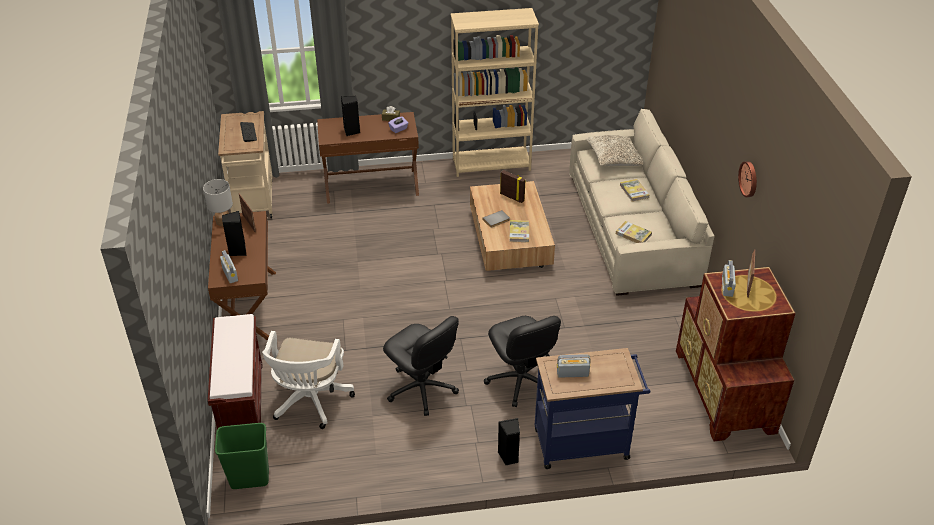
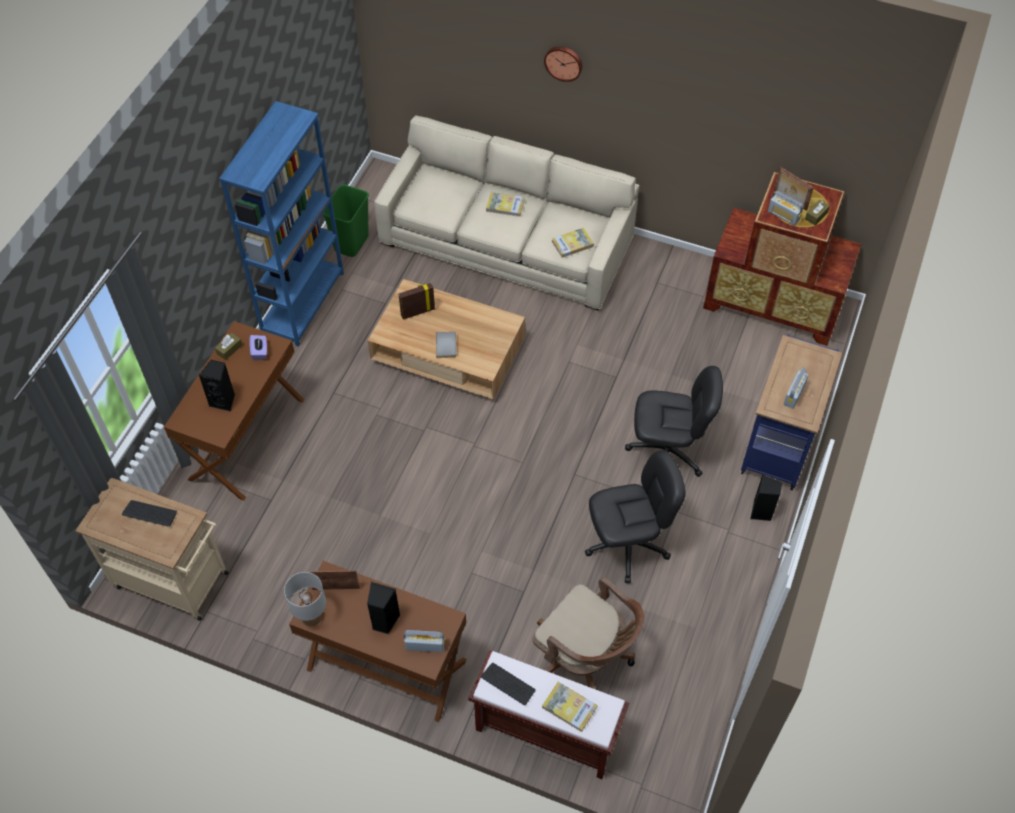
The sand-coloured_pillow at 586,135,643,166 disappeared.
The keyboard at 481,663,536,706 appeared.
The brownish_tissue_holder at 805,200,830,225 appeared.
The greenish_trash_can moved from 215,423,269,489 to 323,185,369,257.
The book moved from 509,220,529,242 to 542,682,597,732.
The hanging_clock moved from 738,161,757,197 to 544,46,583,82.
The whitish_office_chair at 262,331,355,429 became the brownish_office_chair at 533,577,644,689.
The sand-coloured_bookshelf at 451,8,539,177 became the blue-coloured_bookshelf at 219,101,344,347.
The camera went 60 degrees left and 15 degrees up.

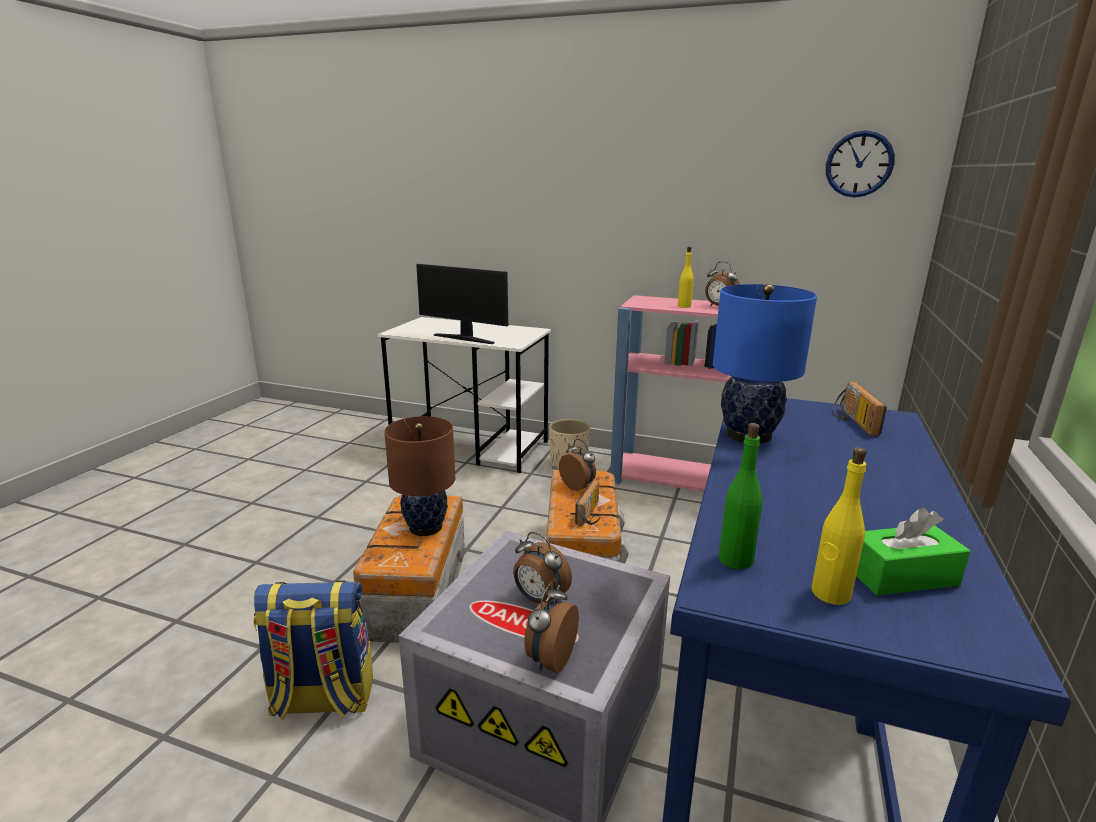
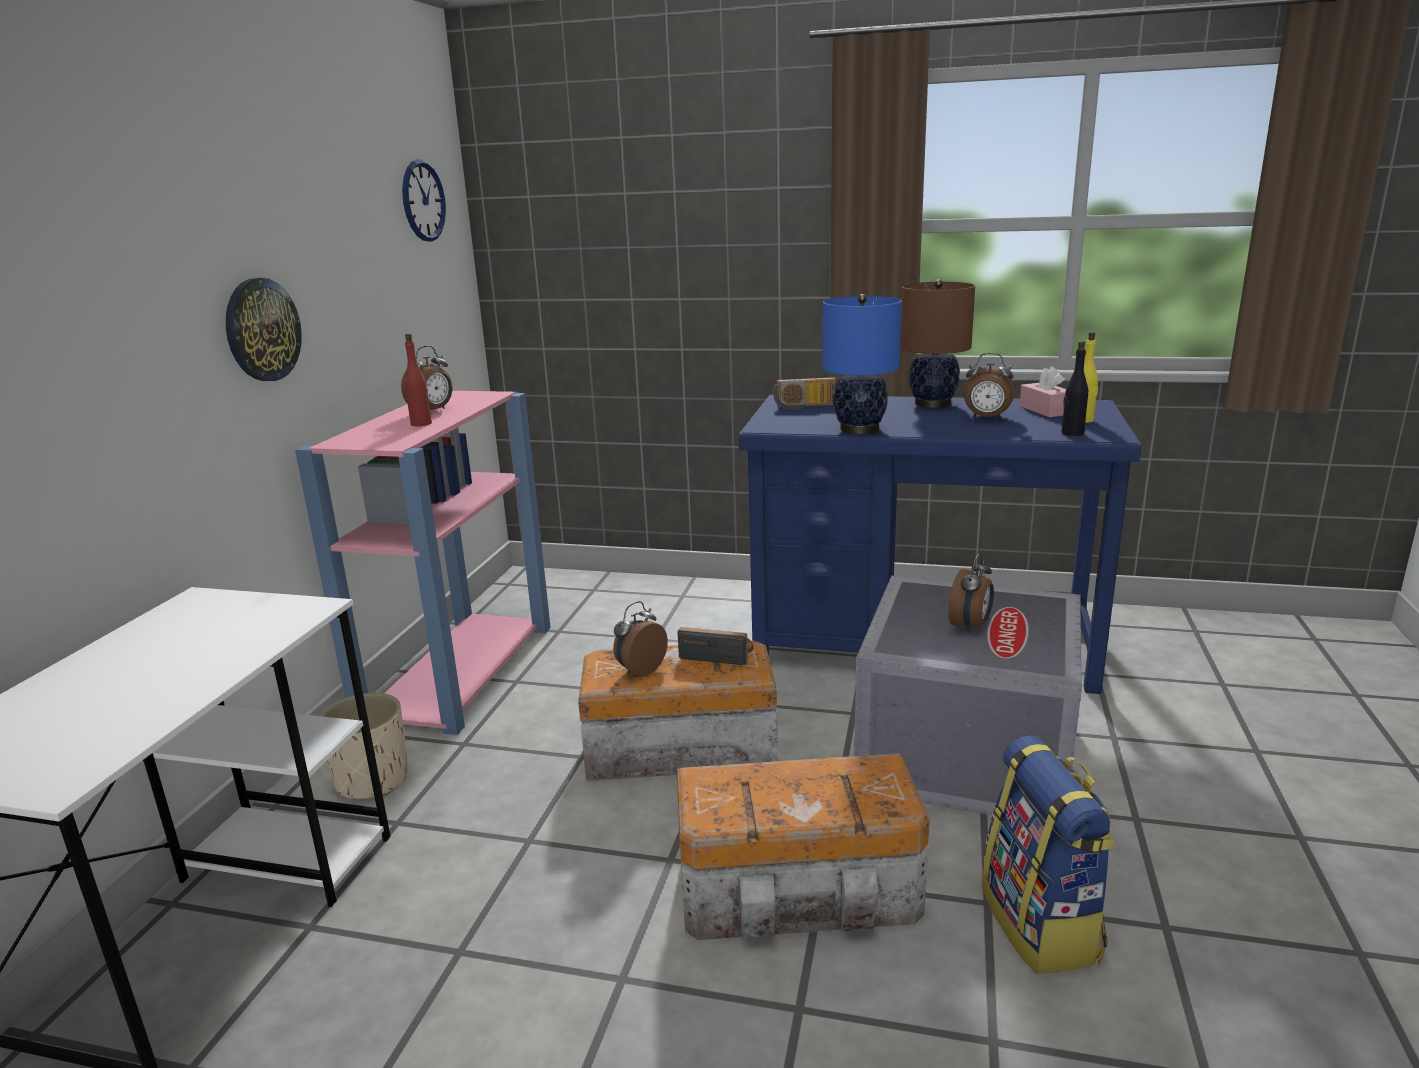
The computer_display at 416,264,508,344 disappeared.
The hanging_clock at 226,278,302,381 appeared.
The brownish_table_lamp moved from 384,416,455,536 to 900,280,975,408.
The alarm_clock moved from 524,581,579,673 to 964,353,1014,419.
The yellowish_beverage_bottle at 678,247,694,308 became the red-coloured_beverage_bottle at 405,334,432,426.
The greenish_beverage_bottle at 719,423,762,569 became the black_beverage_bottle at 1061,341,1088,436.
The greenish_tissue_holder at 856,507,970,596 became the pinkish_tissue_holder at 1020,366,1066,417.
The camera went 95 degrees left and 0 degrees up.

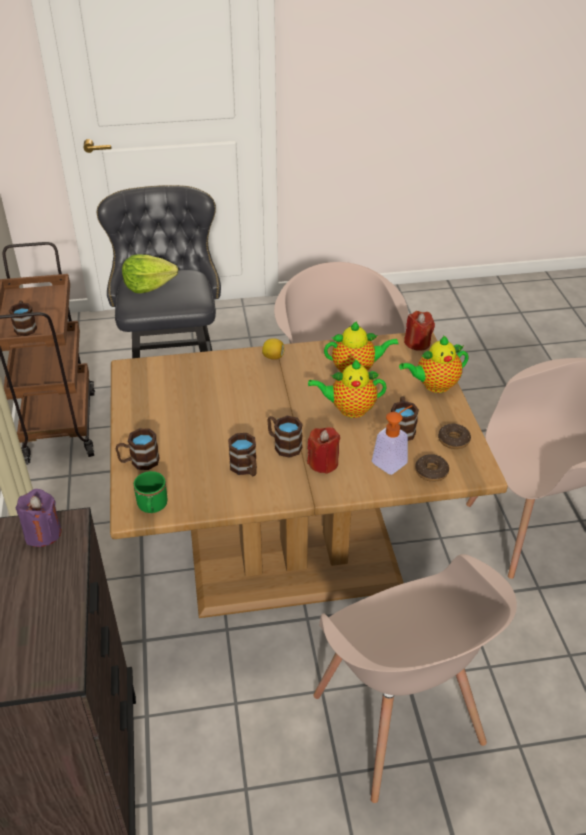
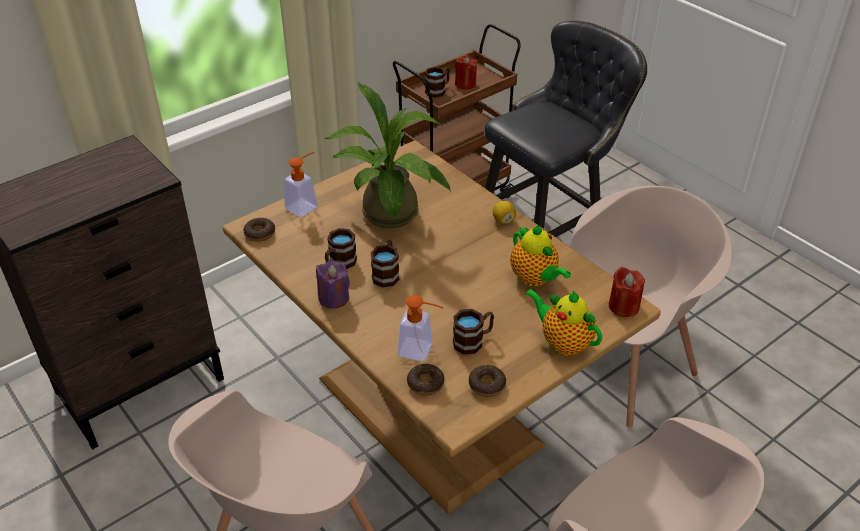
The head_of_lettuce at 122,254,178,293 disappeared.
The tea_pot at 308,359,387,418 disappeared.
The potted_plant at 324,82,451,228 appeared.
The purple_wax_light moved from 15,489,62,547 to 316,260,350,308.
The red-coloured_wax_light moved from 307,427,340,474 to 455,55,478,90.
The brownish_coffee_mug at 116,428,160,470 was replaced by the liquid_soap_bottle at 284,152,318,217.
The greenish_coffee_mug at 134,471,167,513 was replaced by the donut at 243,218,275,242.
The camera went 60 degrees right and 0 degrees up.

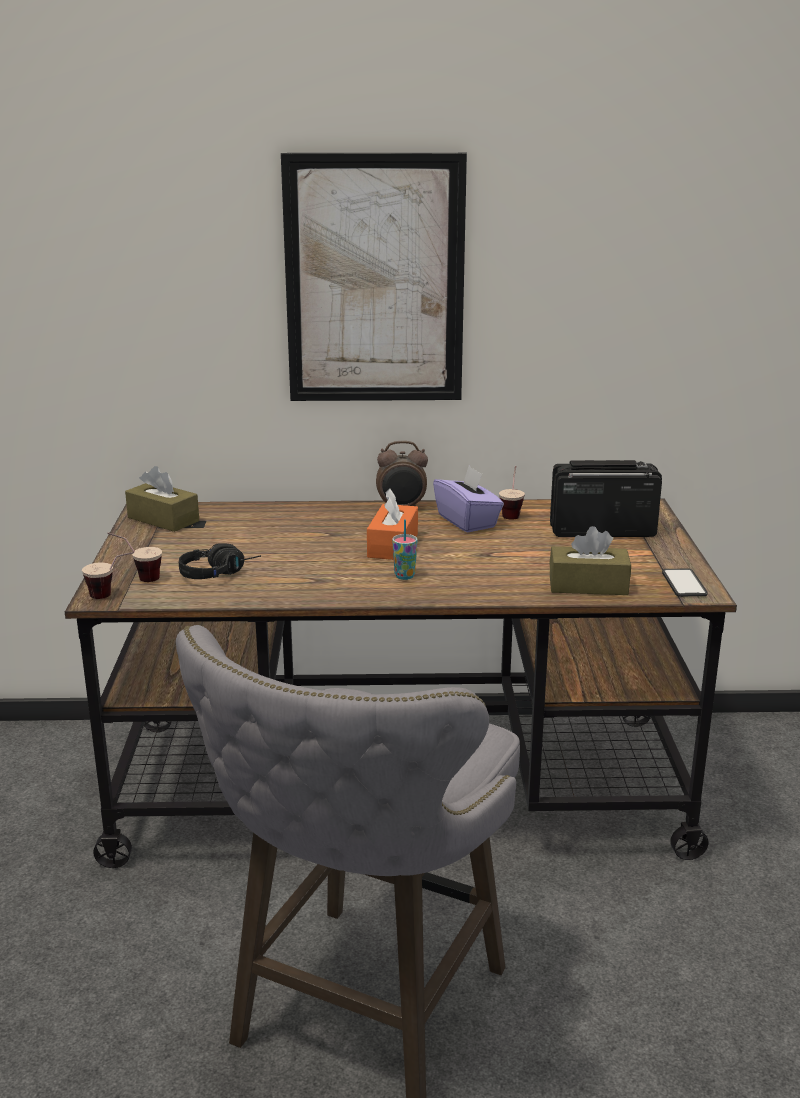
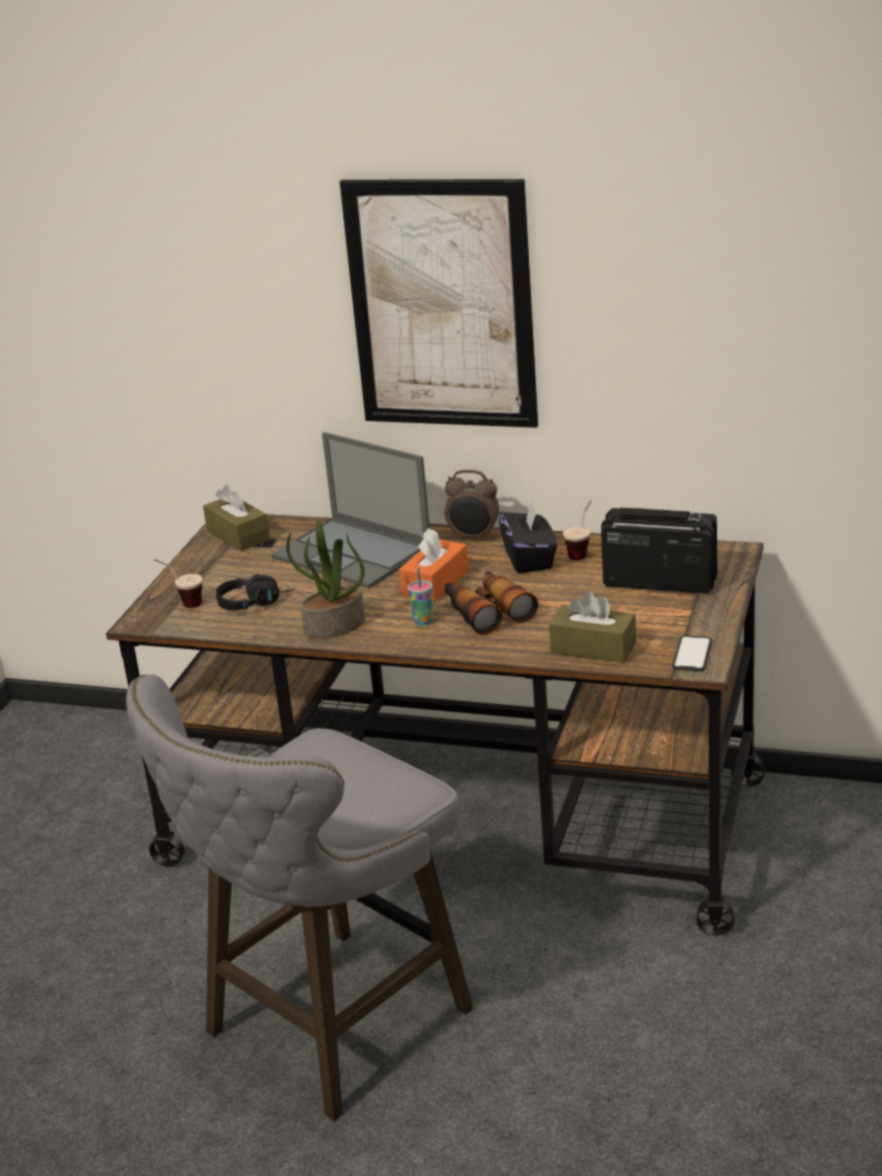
The drinking_cup at 82,552,134,599 disappeared.
The notebook_computer at 271,432,430,588 appeared.
The potted_plant at 286,520,365,639 appeared.
The pair_of_binoculars at 444,571,538,635 appeared.
The purple_tissue_holder at 433,466,504,533 became the black_tissue_holder at 498,501,557,573.
The camera went 20 degrees right and 5 degrees up.

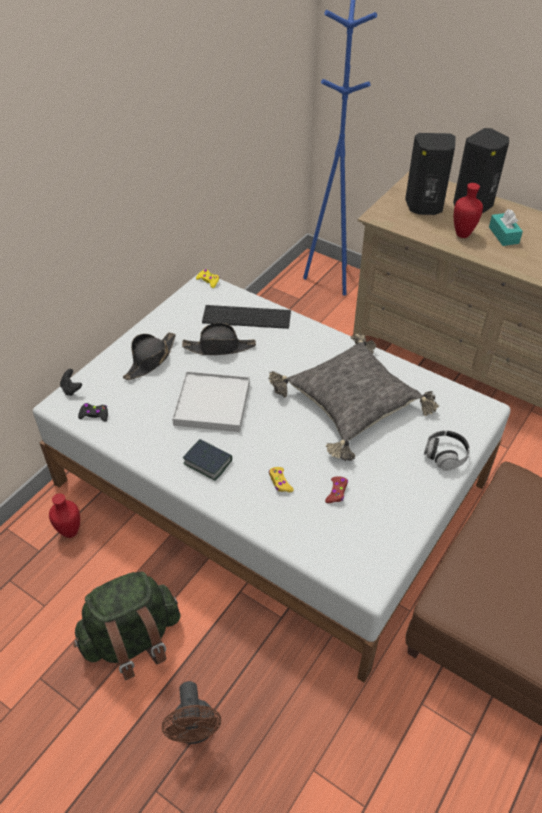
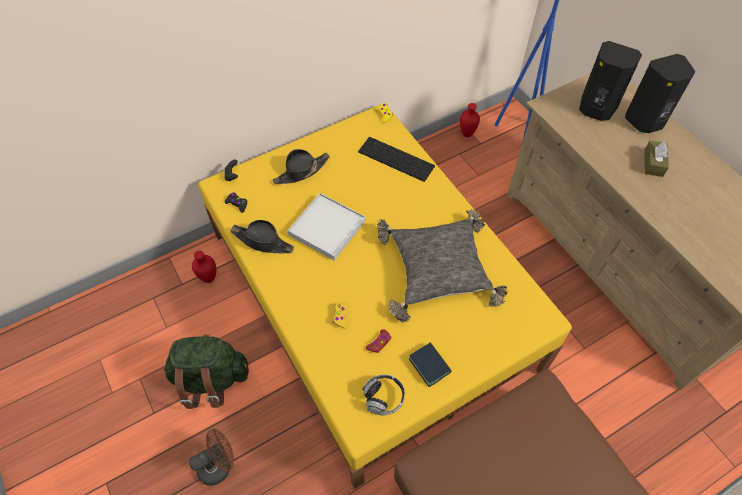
The black_wearable_hat moved from 182,323,256,355 to 230,220,294,253.
The book moved from 183,439,232,481 to 409,342,452,387.
The headset moved from 424,430,470,471 to 362,374,405,416.
The red-coloured_vase moved from 454,183,483,238 to 460,103,480,137.
The whitish_sleeping_bed at 33,273,510,683 became the yellowish_sleeping_bed at 198,103,572,489.
The blue-green_tissue_holder at 489,209,523,246 became the brownish_tissue_holder at 644,141,669,177.
The brownish_fan at 162,681,221,744 turned 135 degrees counterclockwise.
The camera went 25 degrees right and 10 degrees up.

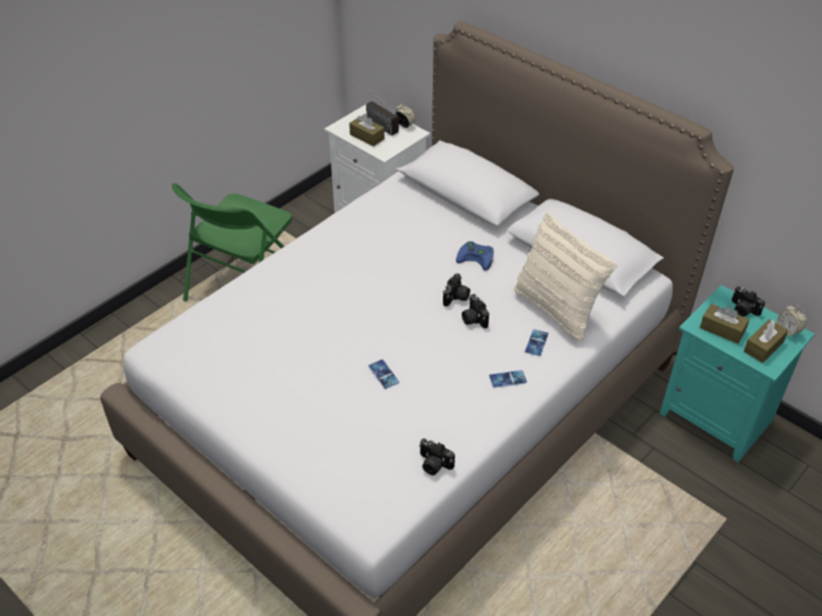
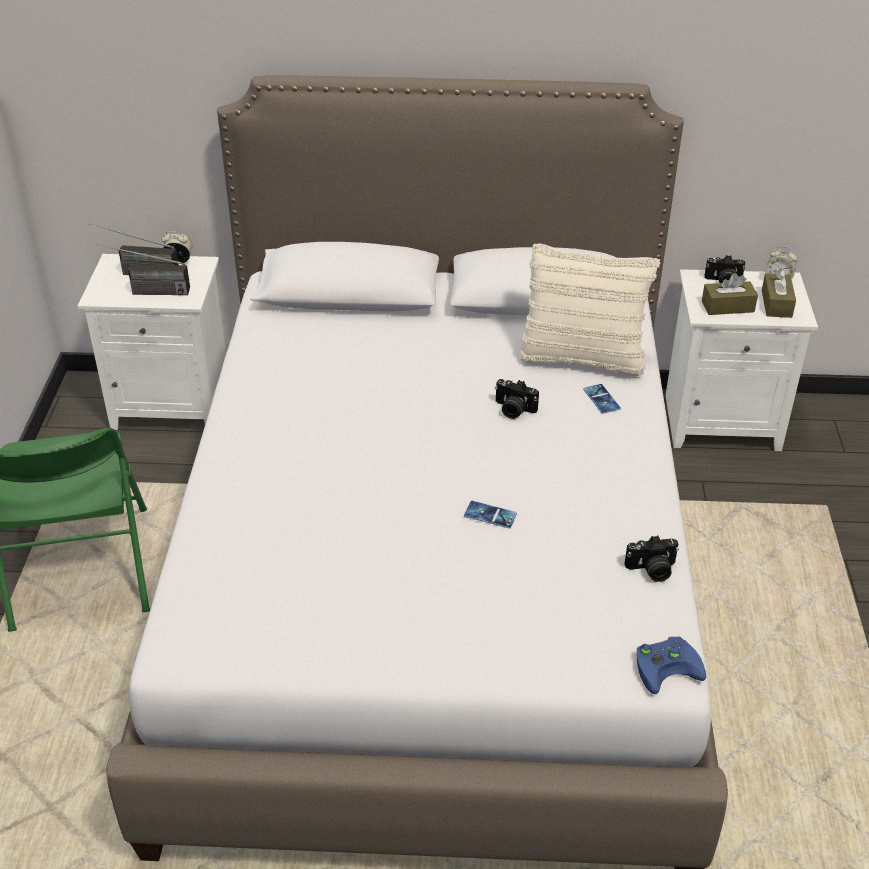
The still_camera at 443,273,470,307 disappeared.
The handset at 489,370,527,388 disappeared.
The blue-coloured_gamepad moved from 456,241,494,271 to 637,637,706,694.
The brownish_tissue_holder at 349,114,385,147 was replaced by the radio at 96,244,190,295.
The blue-green_night_table at 660,285,815,462 became the whitish_night_table at 665,269,818,451.
The camera went 40 degrees left and 5 degrees down.

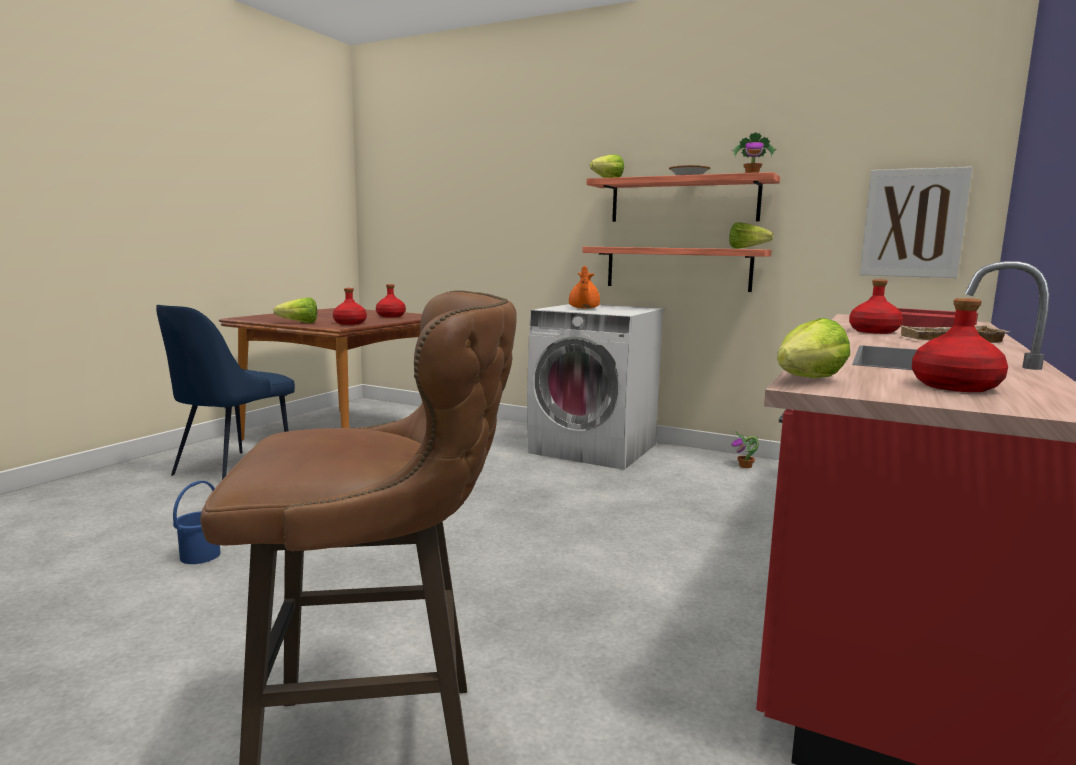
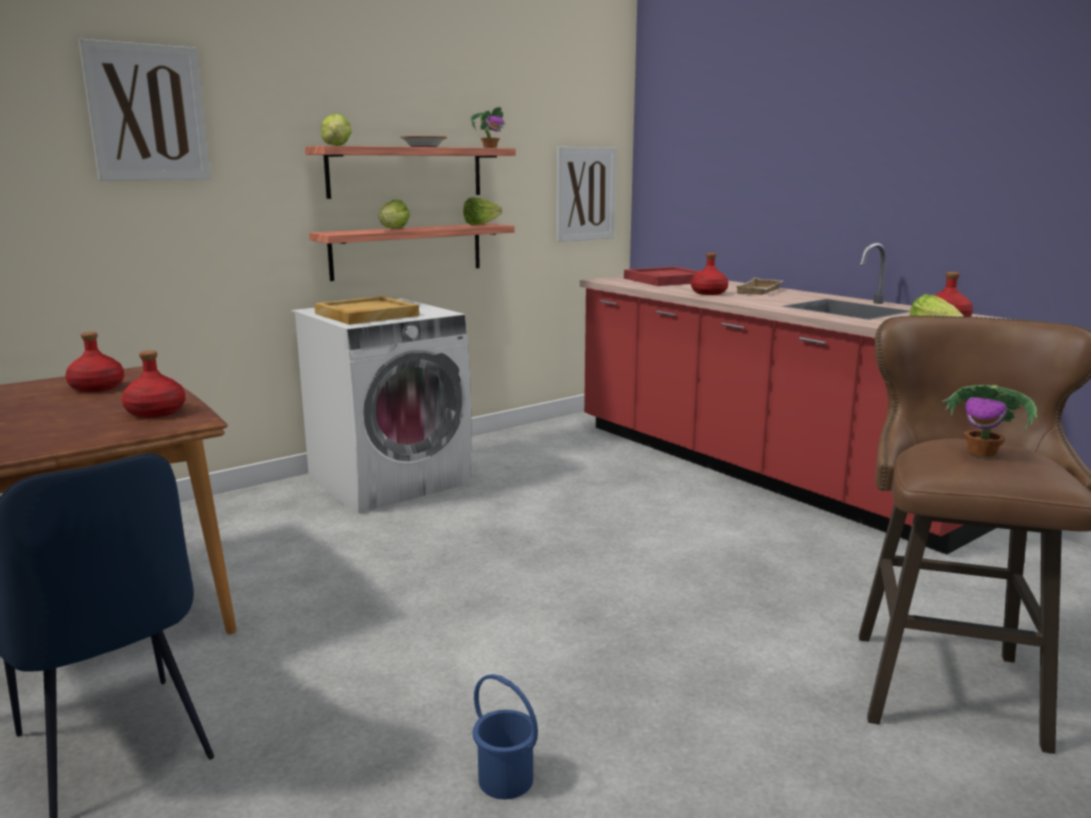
The picture at 78,39,211,181 appeared.
The head_of_lettuce moved from 273,298,317,323 to 379,200,410,229.
The potted_plant moved from 731,432,759,468 to 942,385,1037,457.
The orange-coloured_tea_pot at 569,266,600,309 was replaced by the sand-coloured_serving_tray at 314,296,419,325.
The camera went 65 degrees left and 5 degrees up.

